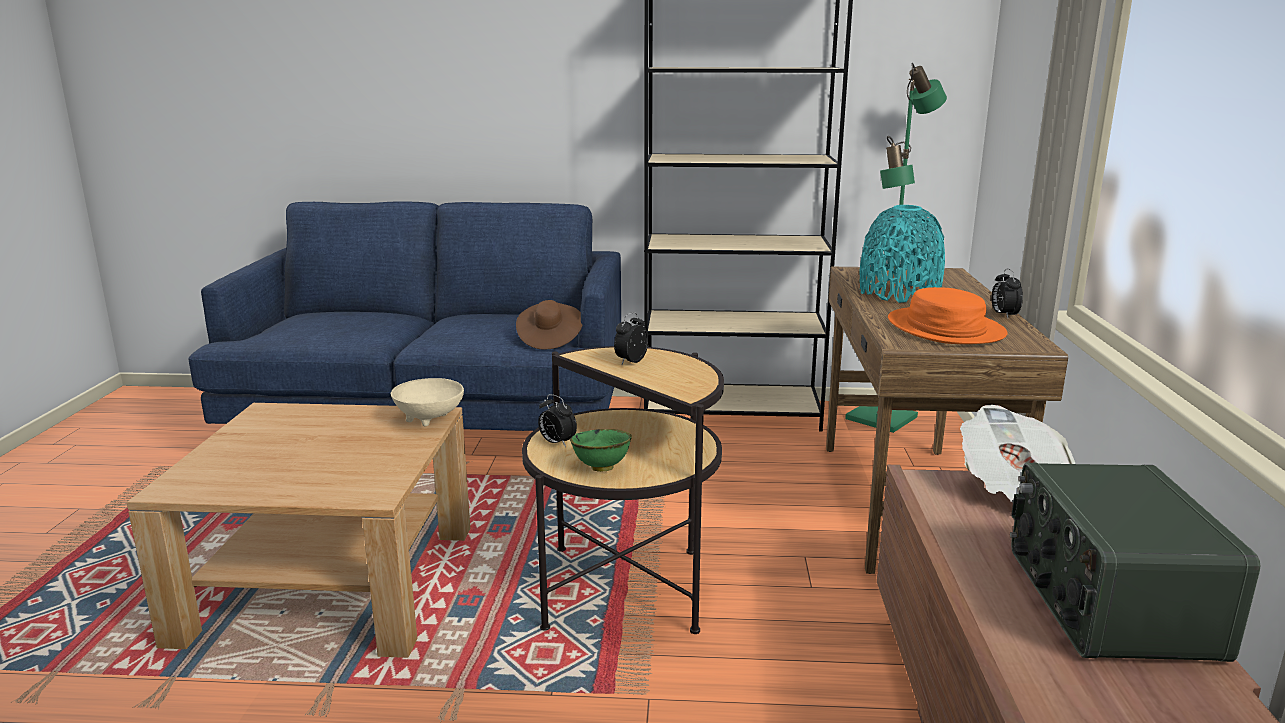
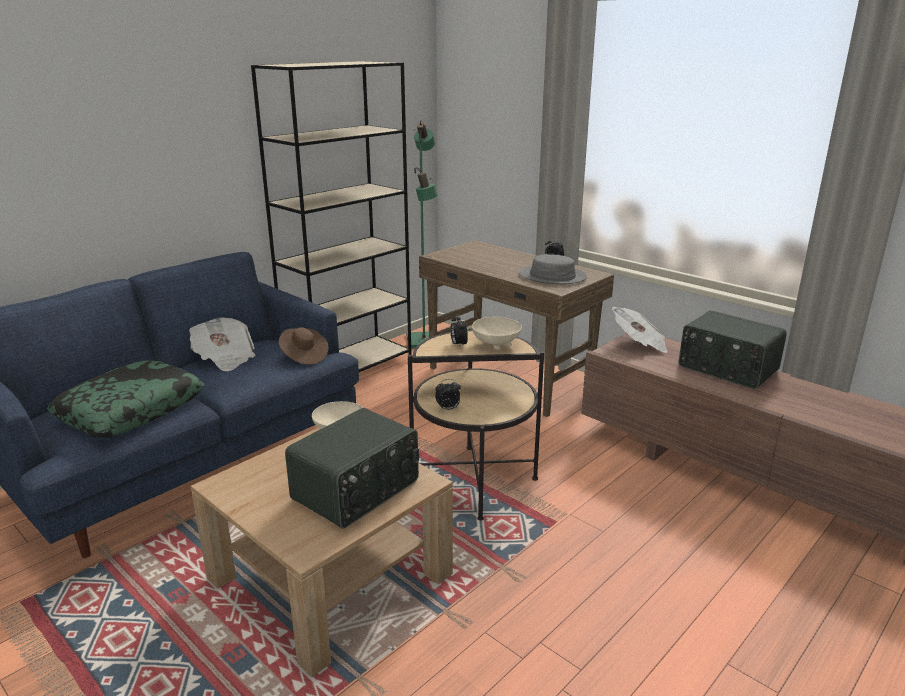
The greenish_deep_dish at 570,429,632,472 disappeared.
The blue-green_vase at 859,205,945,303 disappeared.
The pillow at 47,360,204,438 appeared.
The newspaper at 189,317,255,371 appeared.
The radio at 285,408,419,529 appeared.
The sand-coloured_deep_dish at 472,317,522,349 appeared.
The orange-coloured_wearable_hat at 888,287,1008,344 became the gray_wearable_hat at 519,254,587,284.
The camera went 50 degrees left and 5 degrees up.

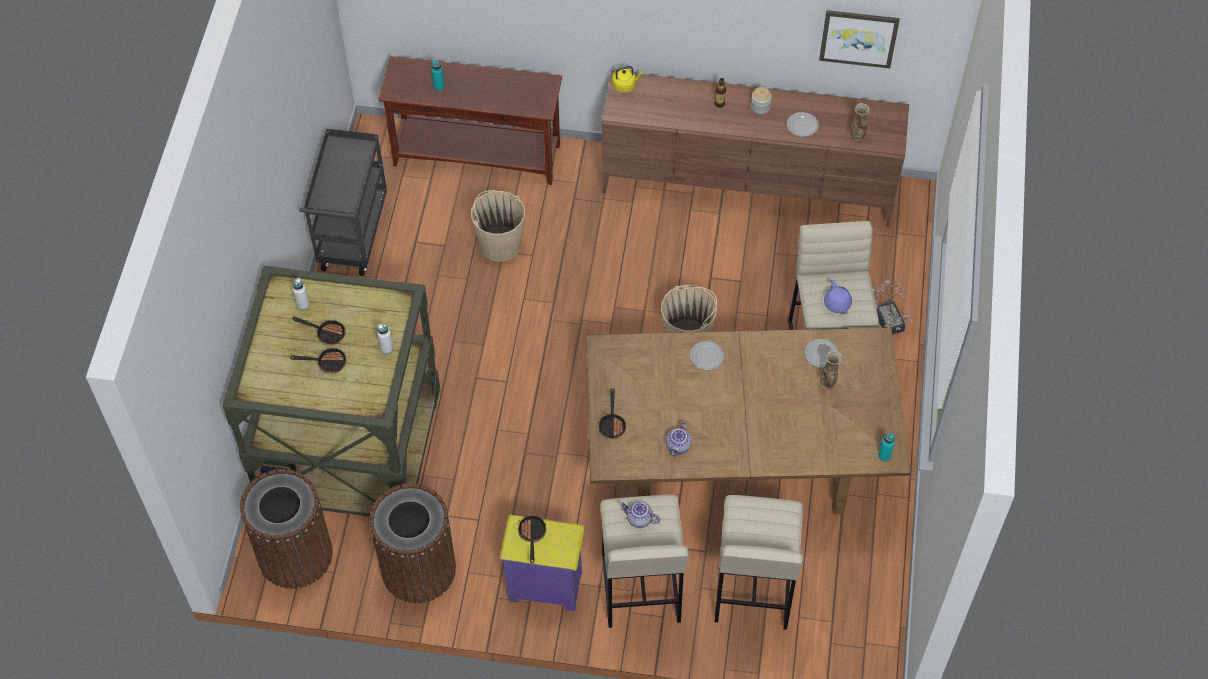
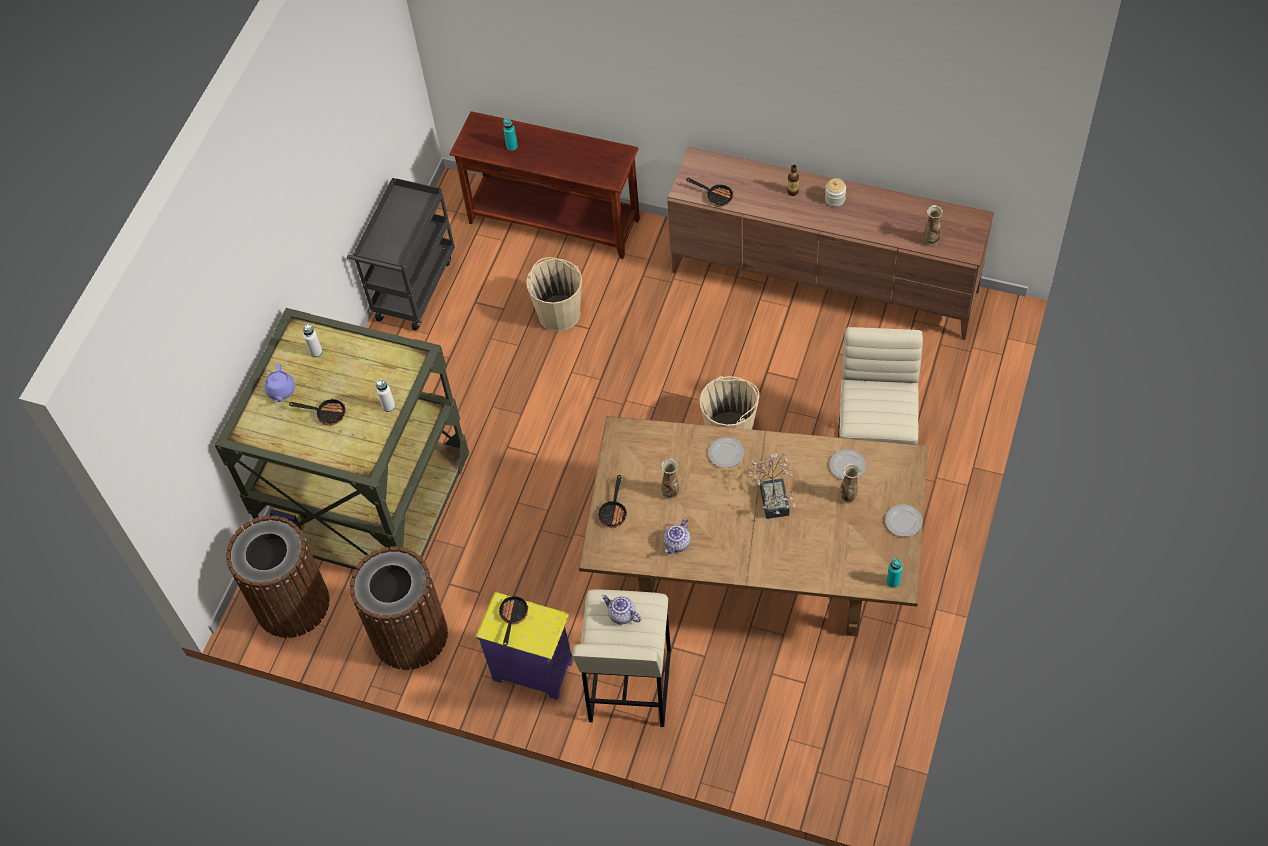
The yellowish_water_kettle at 612,66,643,93 disappeared.
The sand-coloured_stool at 715,495,803,630 disappeared.
The picture at 819,10,900,69 disappeared.
The vase at 661,459,679,500 appeared.
The skillet moved from 293,317,346,346 to 686,178,734,207.
The flat_dish moved from 787,112,819,137 to 885,504,923,537.
The purple_tea_pot moved from 824,280,852,314 to 264,364,295,402.
The potted_plant moved from 873,278,913,334 to 749,453,796,519.
The camera went 15 degrees right and 0 degrees up.

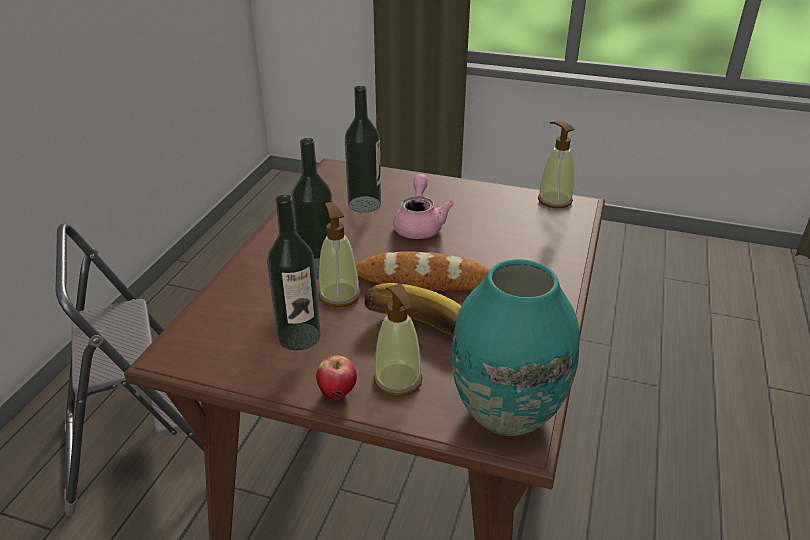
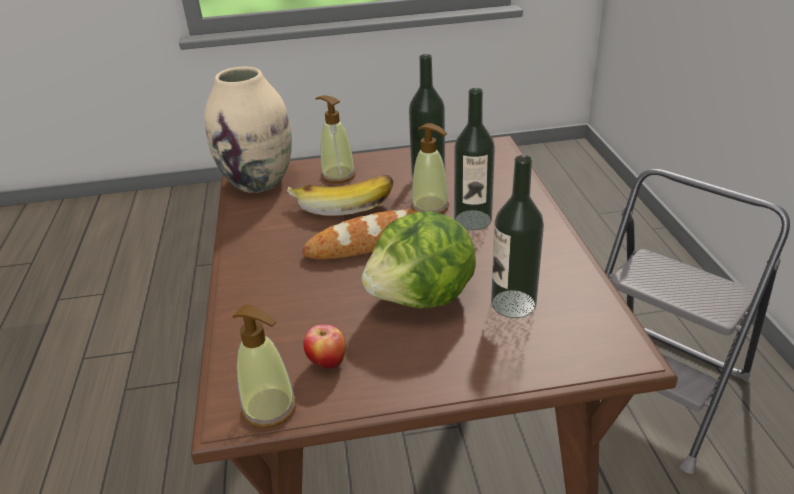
The whole_apple moved from 316,355,357,400 to 303,325,346,370.
The pinkish_tea_pot at 393,174,454,239 was replaced by the head_of_lettuce at 362,211,476,308.
The blue-green_vase at 451,259,580,436 became the sand-coloured_vase at 204,67,292,193.
The camera went 155 degrees right and 0 degrees up.

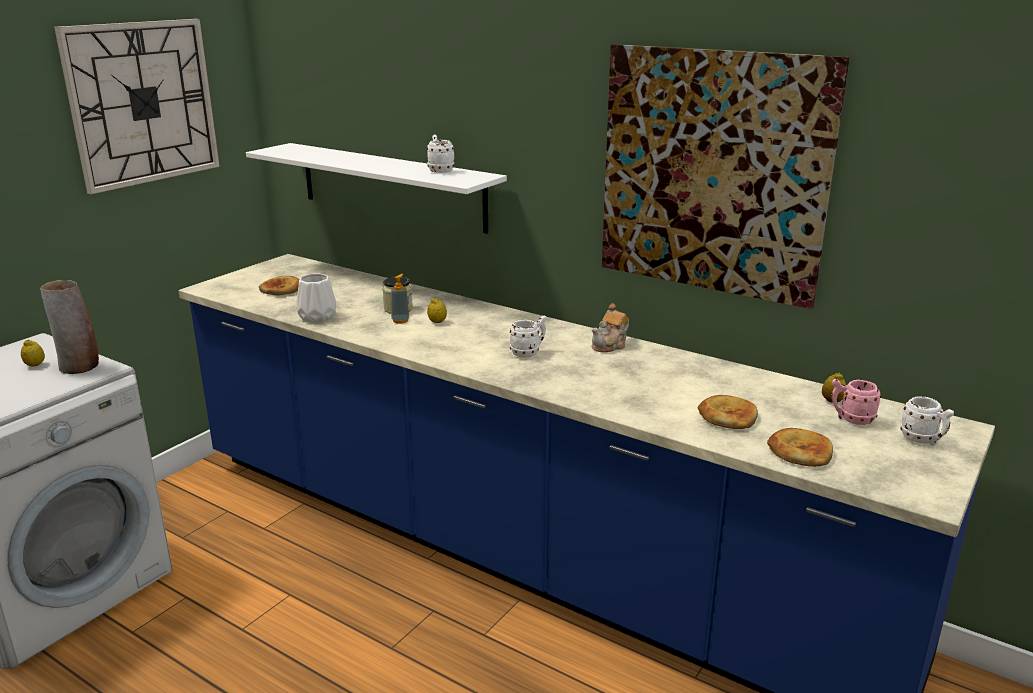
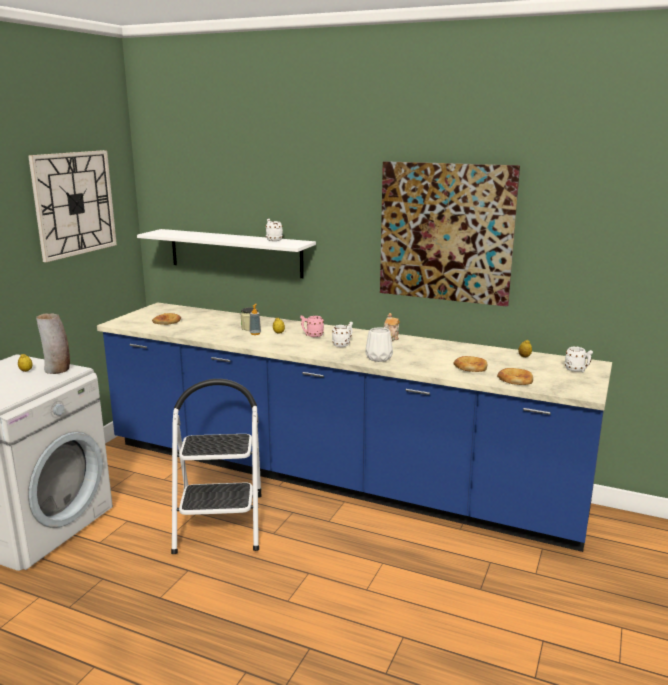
The step_stool at 171,379,262,554 appeared.
The whitish_vase moved from 296,274,336,323 to 365,328,393,362.
The pinkish_coffee_mug moved from 831,379,882,425 to 300,315,324,337.
The camera went 10 degrees left and 5 degrees down.

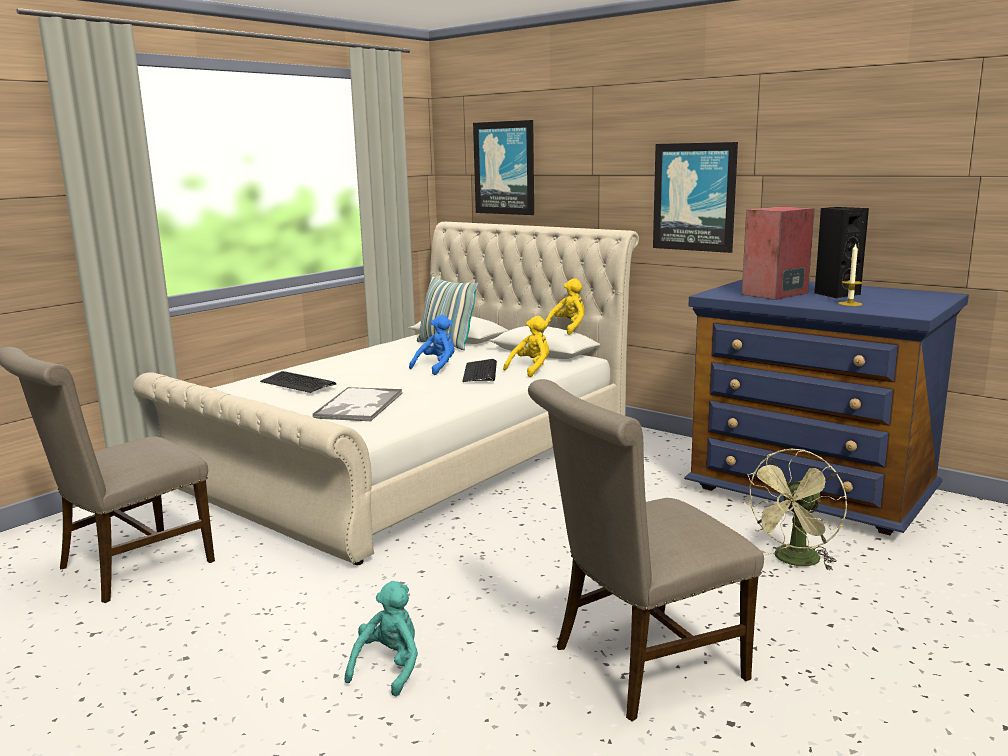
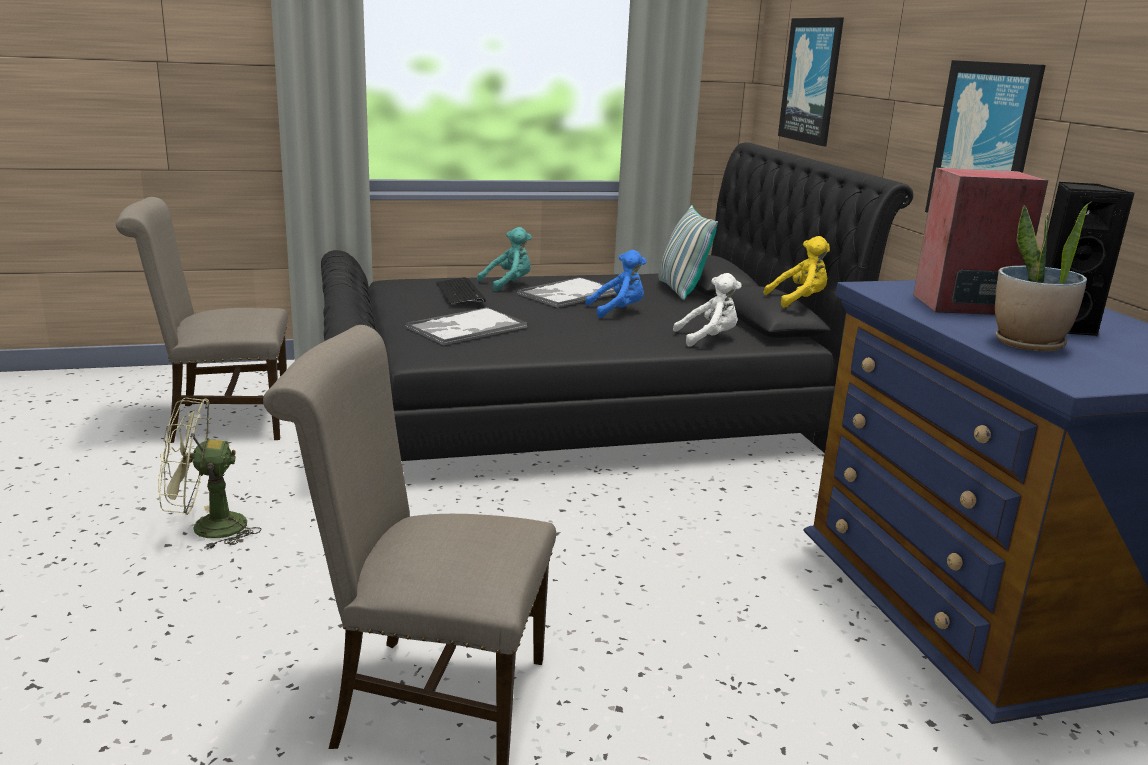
The keyboard at 462,359,497,382 disappeared.
The serving_tray at 517,277,617,308 appeared.
The blue-green_plush_toy moved from 345,581,418,696 to 477,227,532,291.
The greenish_fan moved from 743,449,847,571 to 158,398,262,550.
The wax_light at 838,244,863,306 was replaced by the potted_plant at 995,201,1092,351.
The sand-coloured_sleeping_bed at 133,222,639,565 became the black_sleeping_bed at 321,142,914,461.
The yellowish_plush_toy at 503,316,549,377 became the whitish_plush_toy at 673,273,742,347.
The camera went 35 degrees right and 5 degrees up.

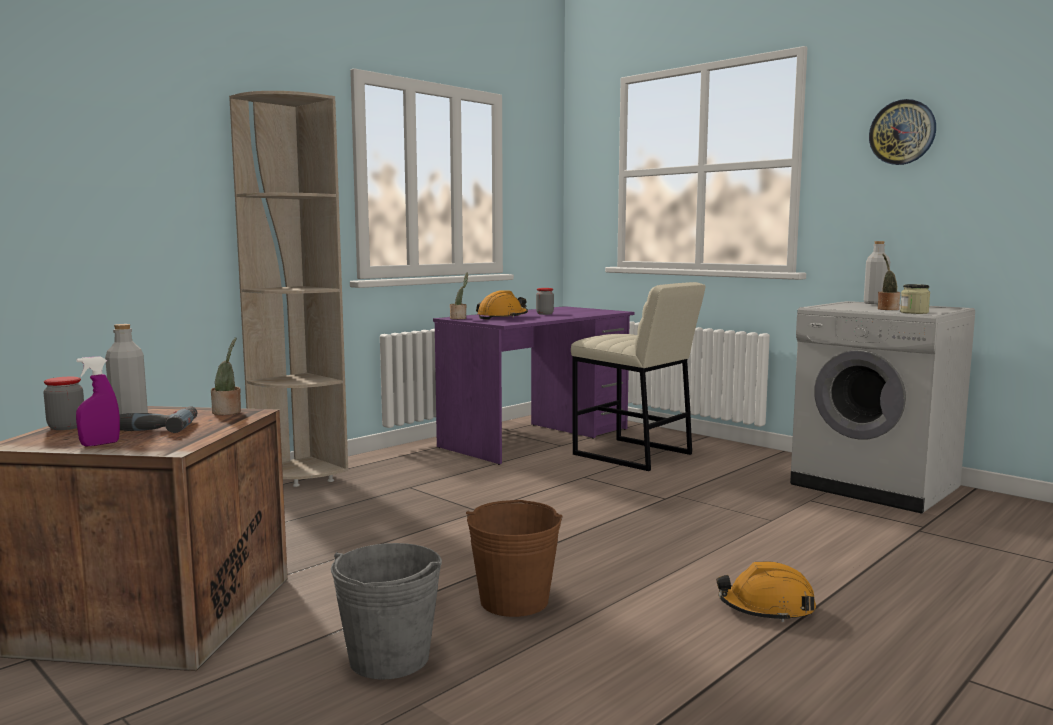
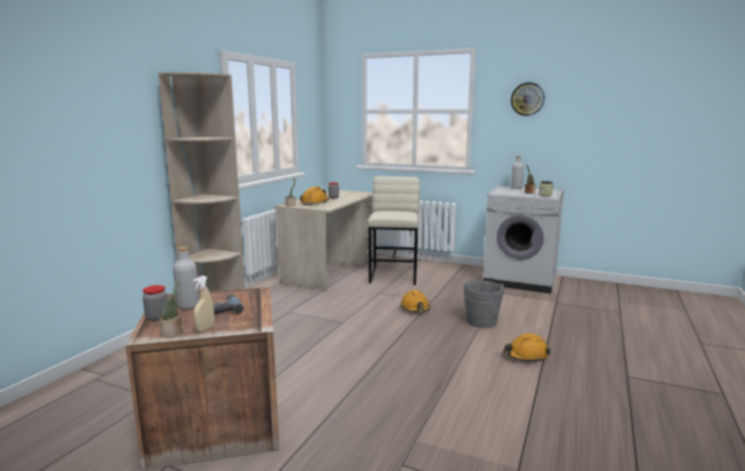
The brownish_pail at 466,500,562,617 disappeared.
The orange-coloured_work_helmet at 400,290,430,312 appeared.
The potted_plant moved from 211,337,241,415 to 159,279,183,338.
The gray_pail moved from 331,543,442,680 to 463,280,505,328.
The purple_hand_sprayer at 76,356,120,447 became the sand-coloured_hand_sprayer at 193,276,214,332.
The purple_desk at 433,306,635,465 became the sand-coloured_desk at 274,190,374,291.
The sand-coloured_chair at 571,282,705,471 turned 105 degrees counterclockwise.
The camera went 20 degrees left and 5 degrees up.

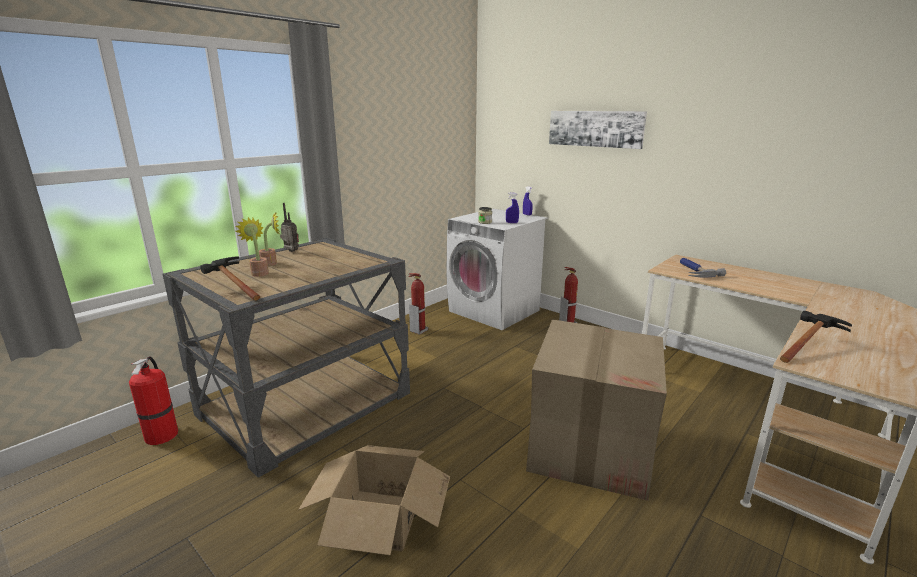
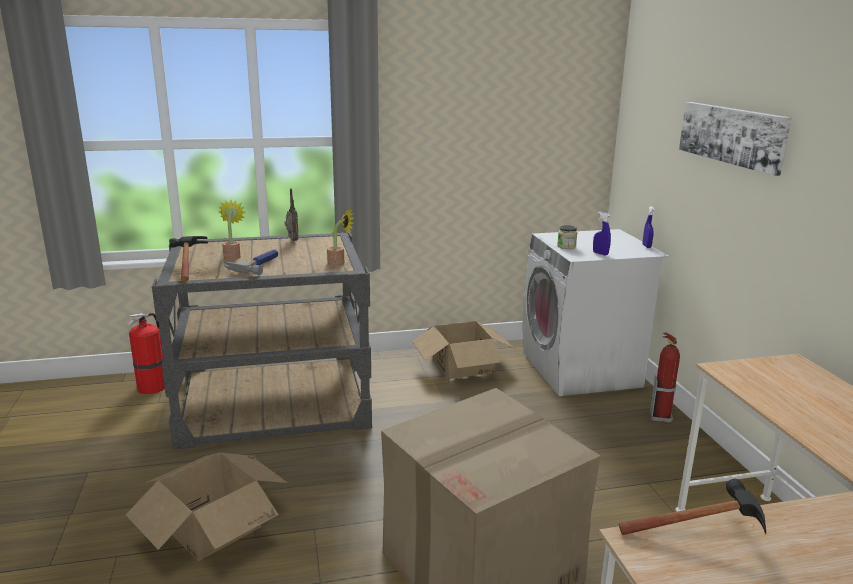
The potted_plant moved from 259,211,280,266 to 327,208,354,266.
The tool_hammer moved from 680,258,726,278 to 224,250,278,275.
The fire-fighting_cylinder at 409,273,428,335 was replaced by the cardboard_box at 412,321,513,379.
The camera went 35 degrees right and 0 degrees up.

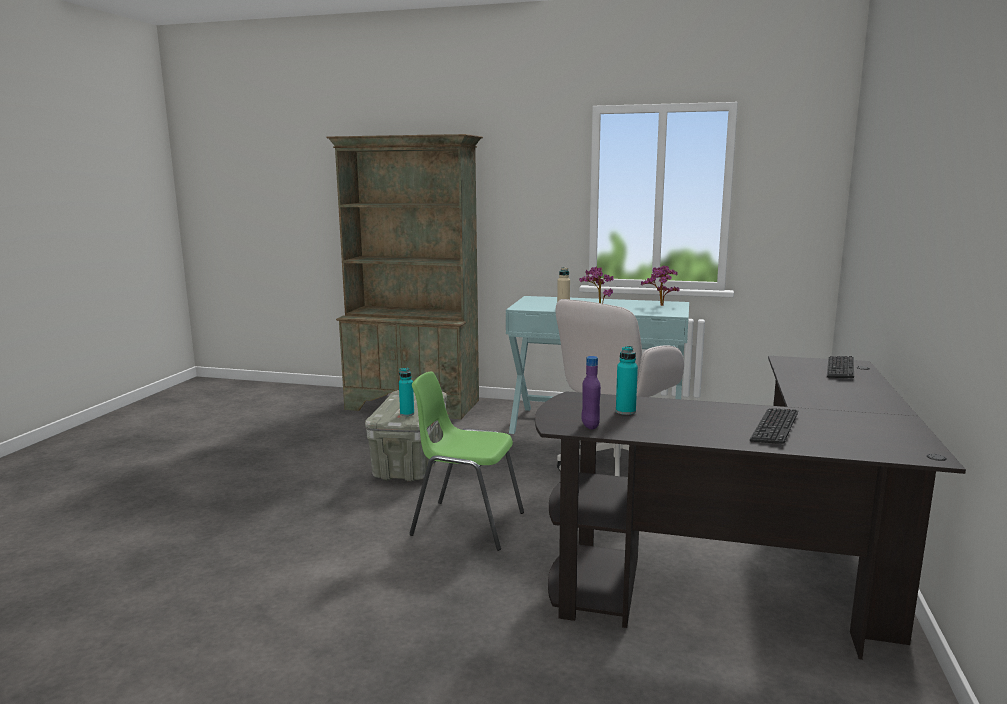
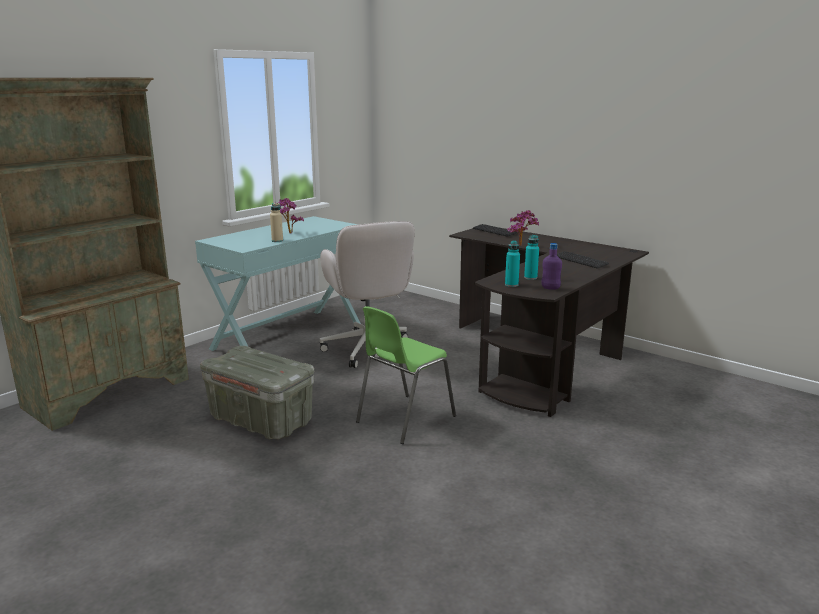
The blue-green_beverage_bottle moved from 399,368,414,416 to 505,241,520,287.
The potted_plant moved from 641,265,680,306 to 507,210,539,246.
The camera went 65 degrees left and 5 degrees up.

